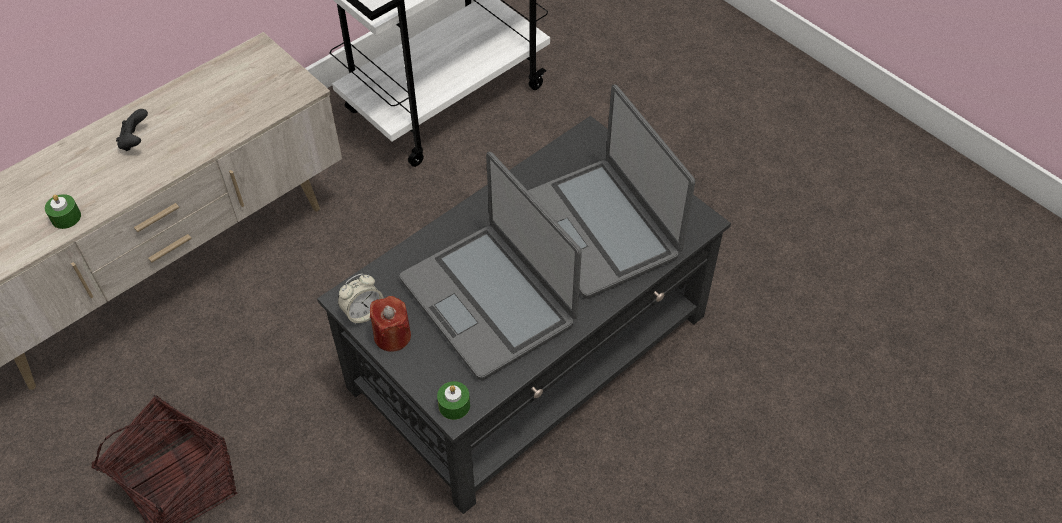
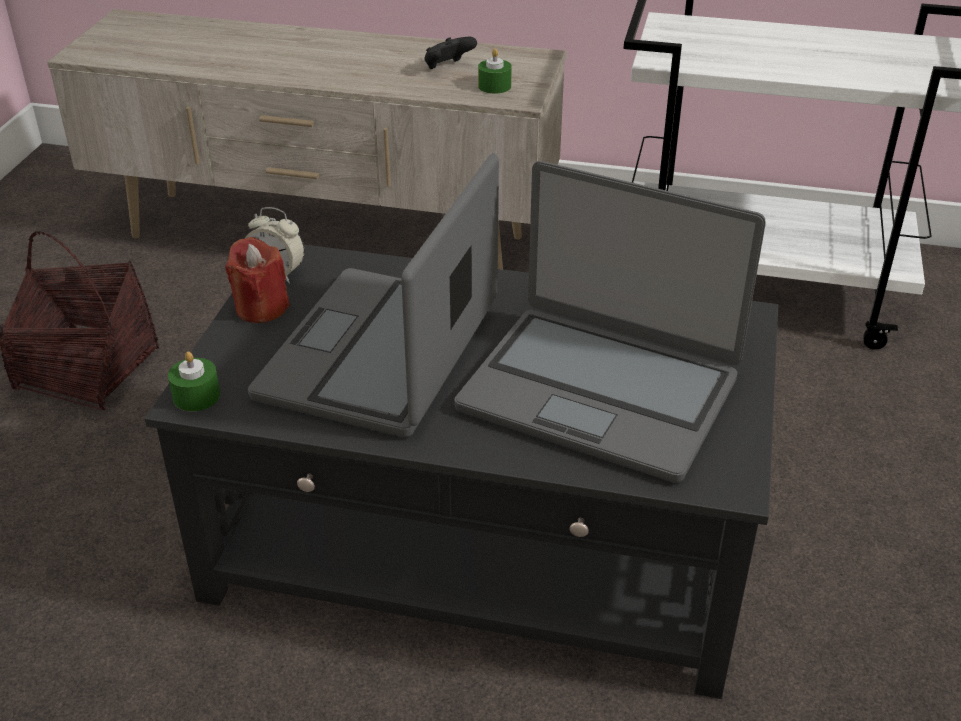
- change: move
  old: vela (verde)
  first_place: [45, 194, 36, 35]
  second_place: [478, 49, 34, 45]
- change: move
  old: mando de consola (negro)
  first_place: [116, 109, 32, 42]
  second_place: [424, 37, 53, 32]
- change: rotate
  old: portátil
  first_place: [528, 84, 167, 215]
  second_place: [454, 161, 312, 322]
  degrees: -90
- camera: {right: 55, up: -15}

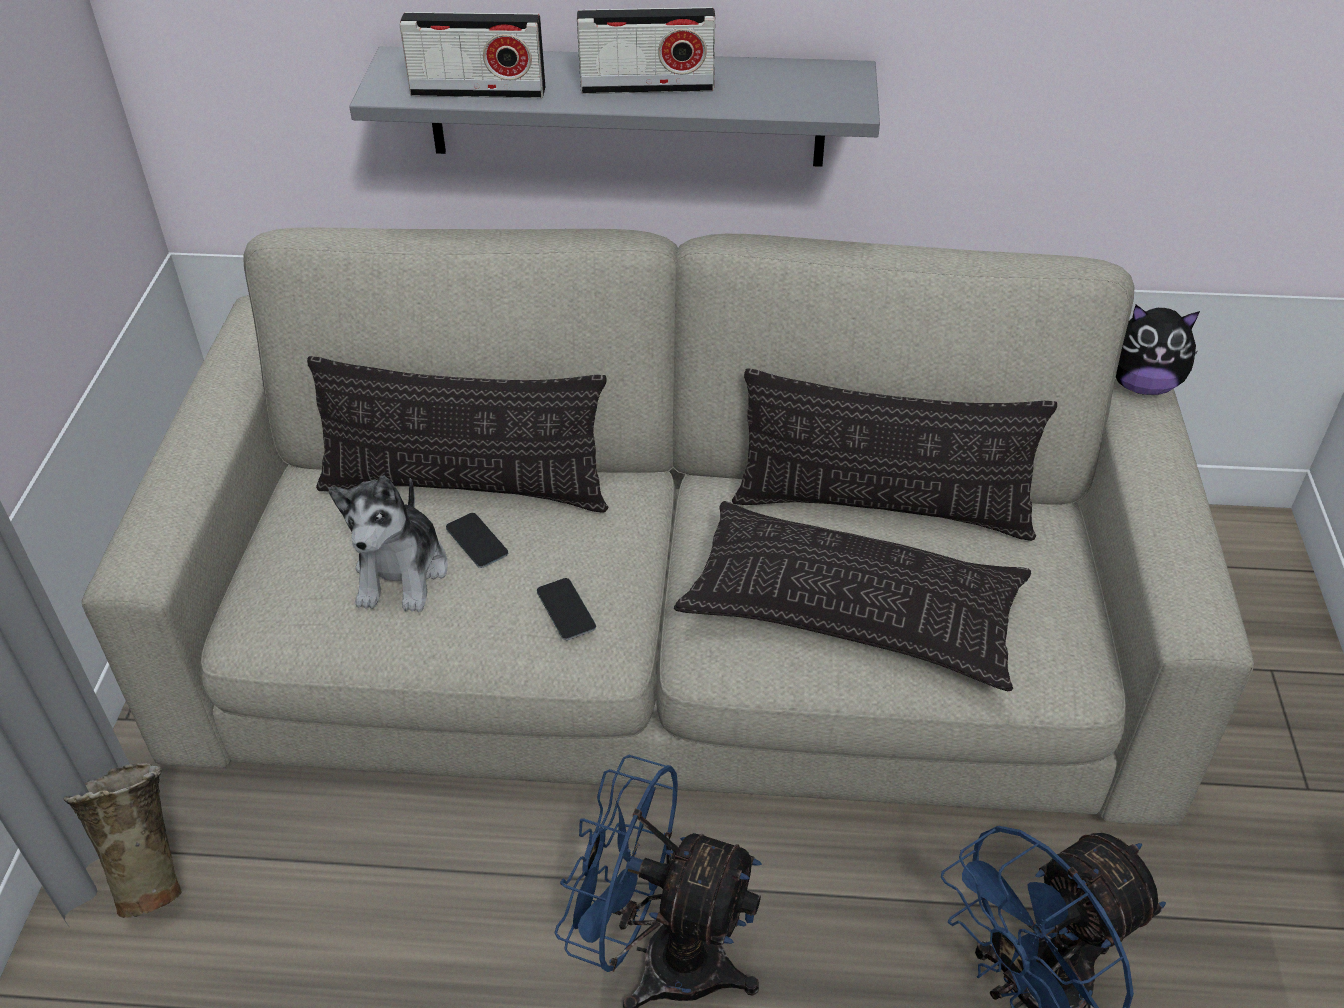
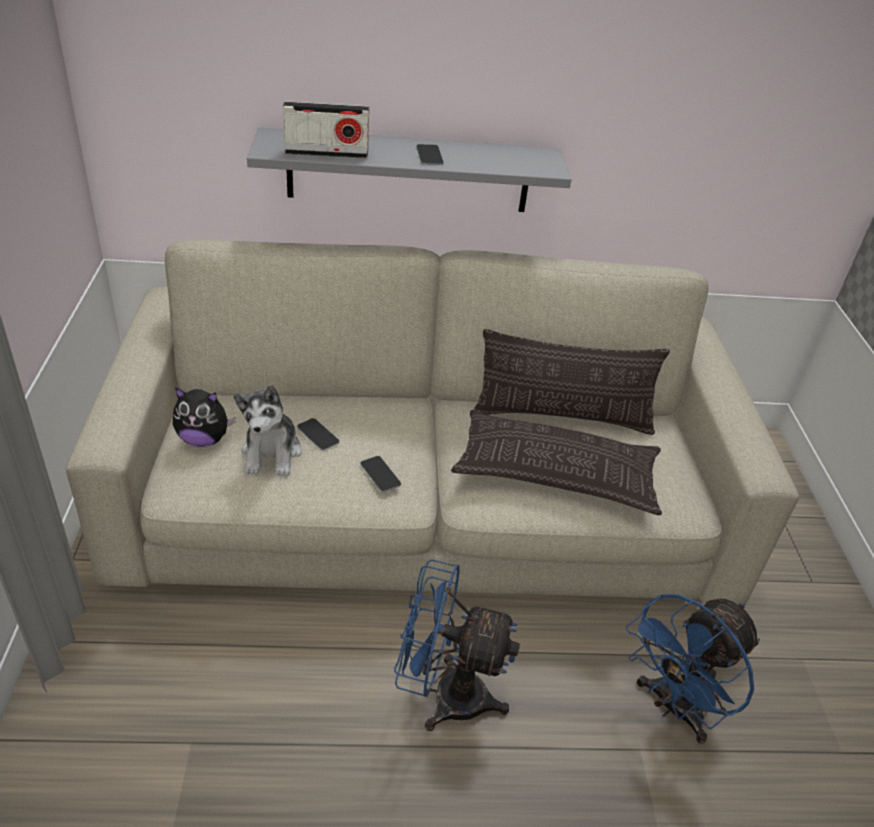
- change: delete
  old: florero (beis)
  first_place: [63, 763, 119, 155]
- change: delete
  old: cojín
  first_place: [307, 356, 302, 157]
- change: move
  old: peluche
  first_place: [1116, 305, 84, 90]
  second_place: [173, 387, 63, 60]
- change: replace
  old: radio
  new: móvil
  first_place: [577, 7, 138, 87]
  second_place: [416, 144, 28, 21]
- camera: {right: -10, up: -5}

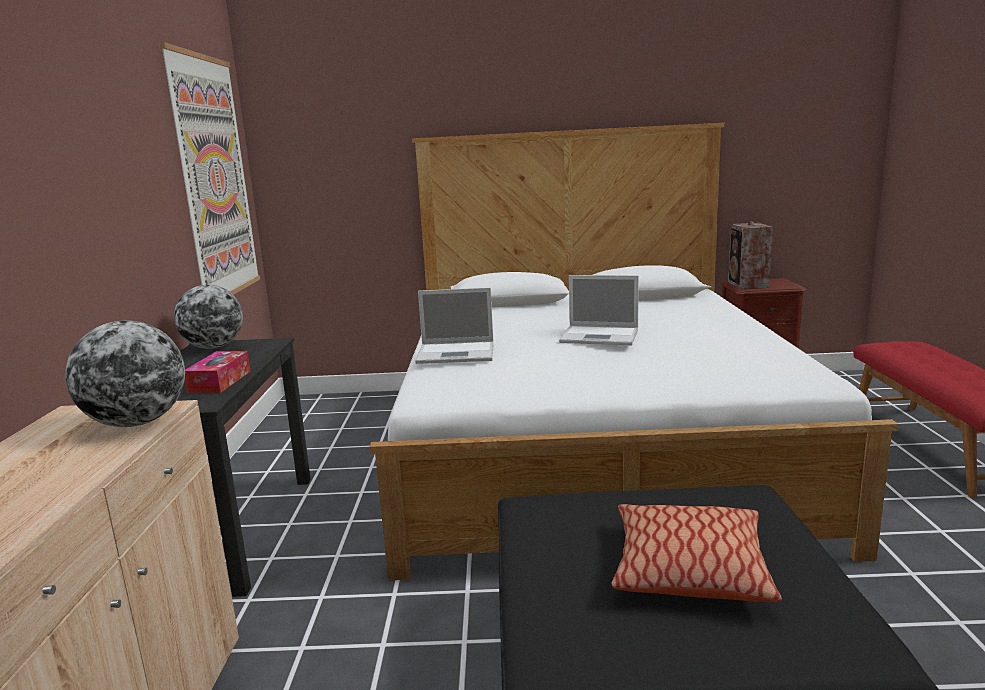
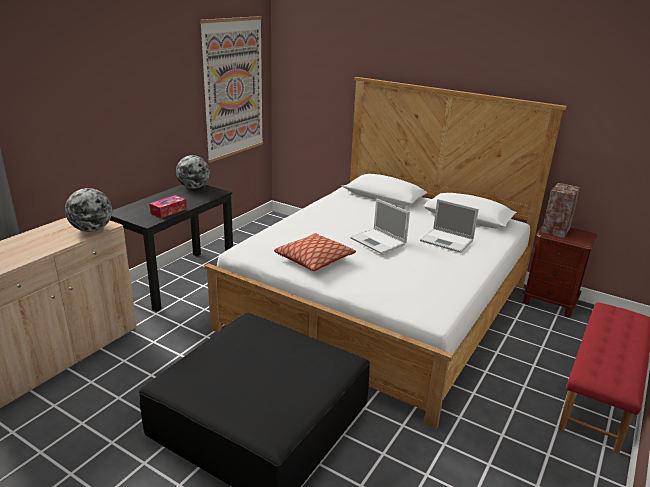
- change: move
  old: portátil
  first_place: [415, 287, 79, 77]
  second_place: [420, 199, 59, 54]
- change: move
  old: cojín
  first_place: [612, 504, 170, 98]
  second_place: [274, 233, 82, 38]
- camera: {right: 30, up: 10}

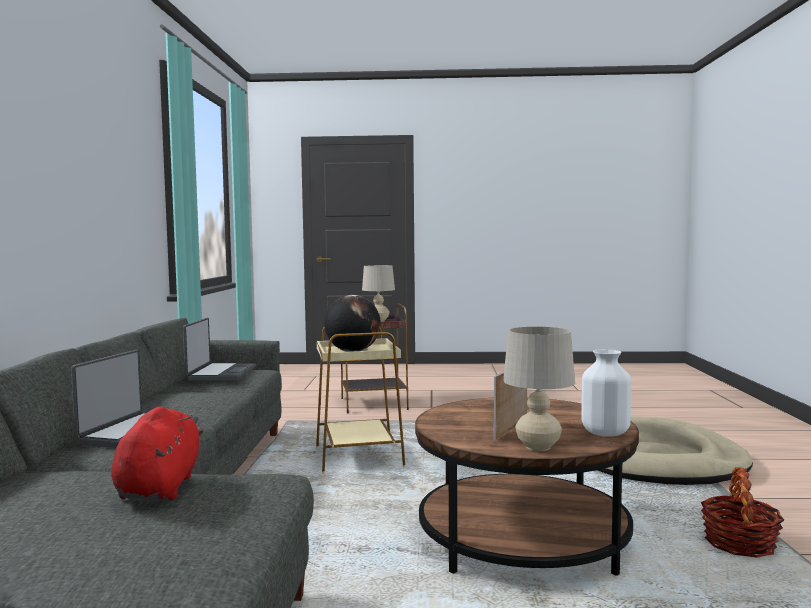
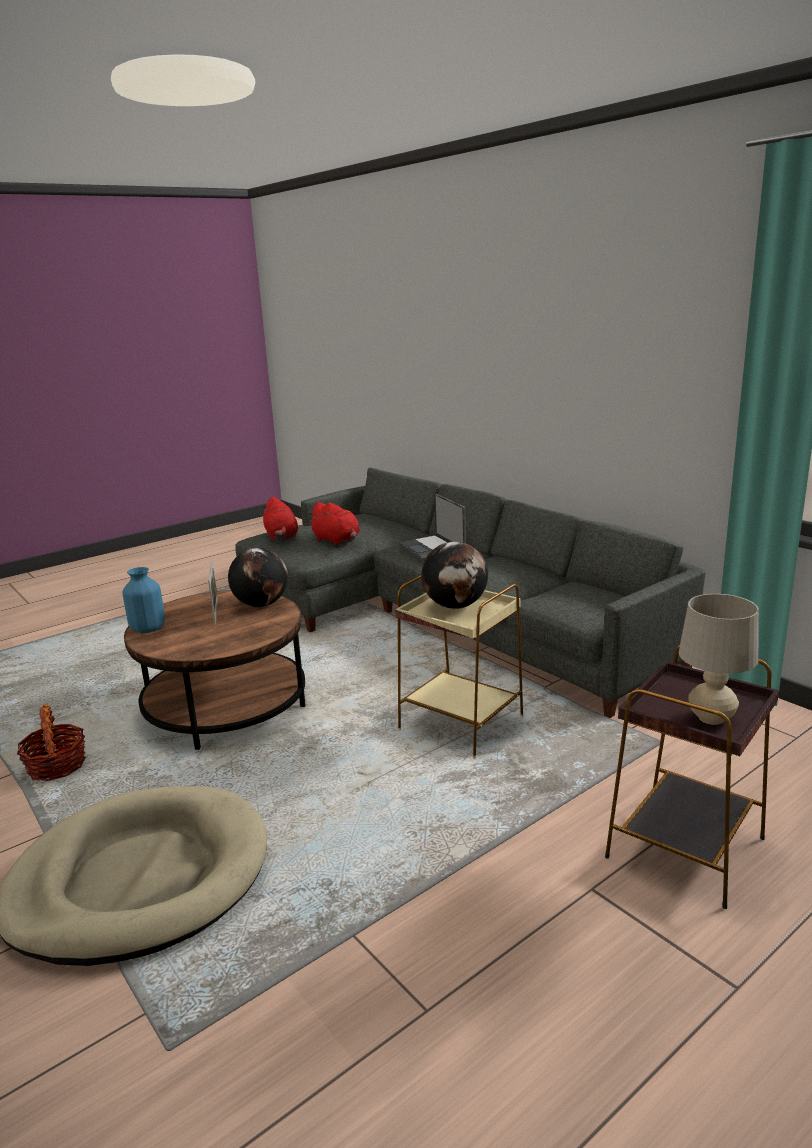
- change: delete
  old: portátil
  first_place: [183, 318, 73, 63]
- change: delete
  old: lámpara de mesa (beis)
  first_place: [503, 326, 72, 125]
- change: insert
  new: globo terráqueo
  second_place: [228, 548, 60, 59]
- change: insert
  new: peluche (rojo)
  second_place: [263, 497, 35, 44]
- change: recolor
  old: florero (blanco)
  new: florero (azul)
  first_place: [581, 349, 51, 88]
  second_place: [123, 567, 42, 66]
- camera: {right: 140, up: 15}

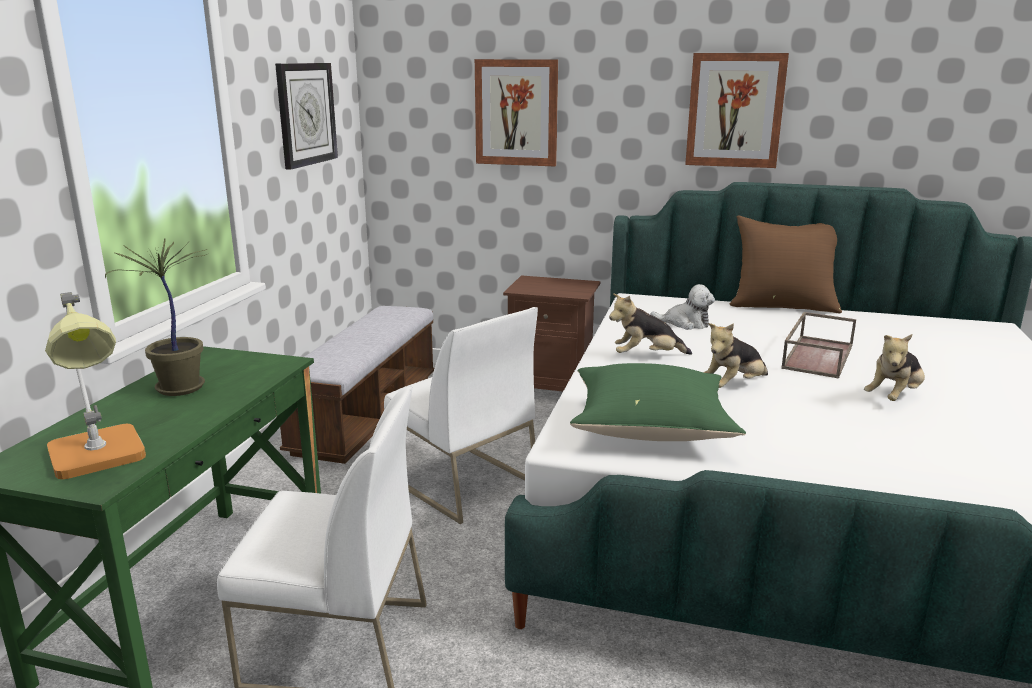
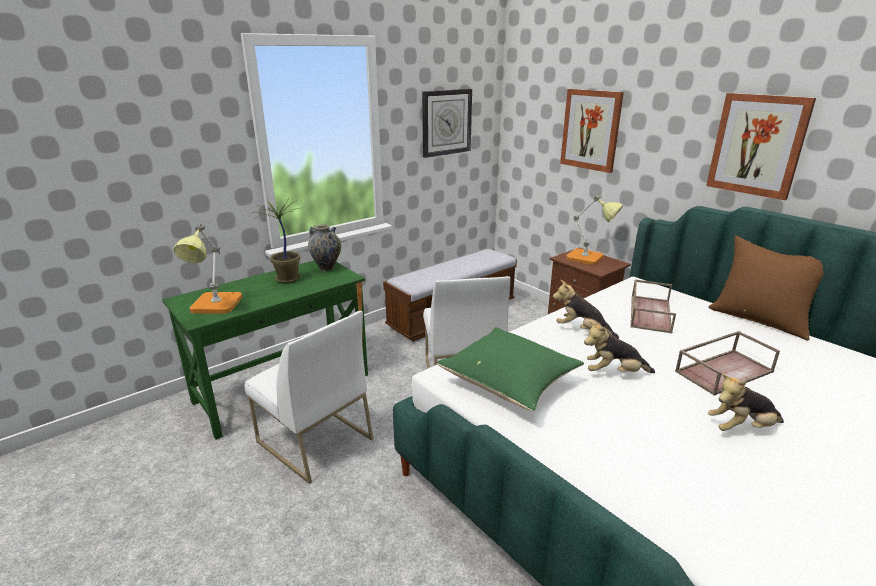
- change: insert
  new: florero
  second_place: [308, 225, 33, 46]
- change: insert
  new: lámpara de mesa
  second_place: [566, 196, 58, 69]
- change: replace
  old: peluche
  new: bandeja (marrón)
  first_place: [650, 284, 65, 46]
  second_place: [631, 279, 45, 55]
- camera: {right: 35, up: 5}

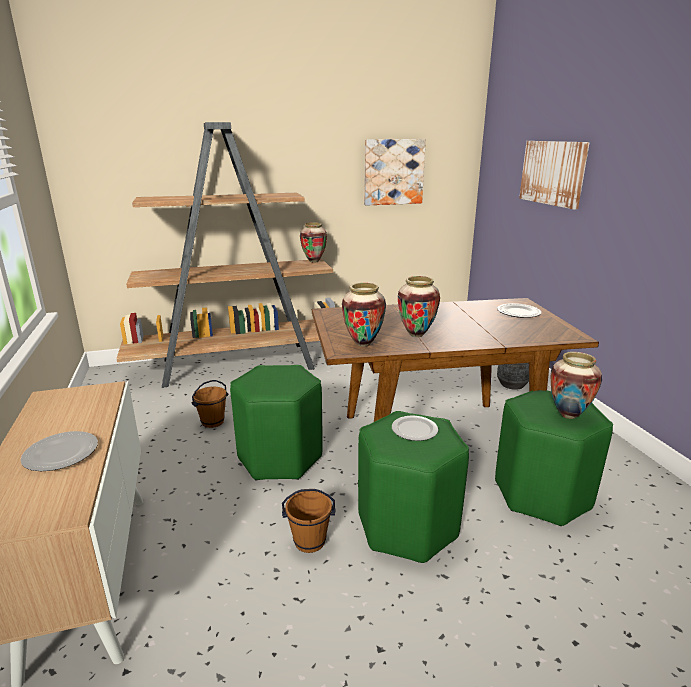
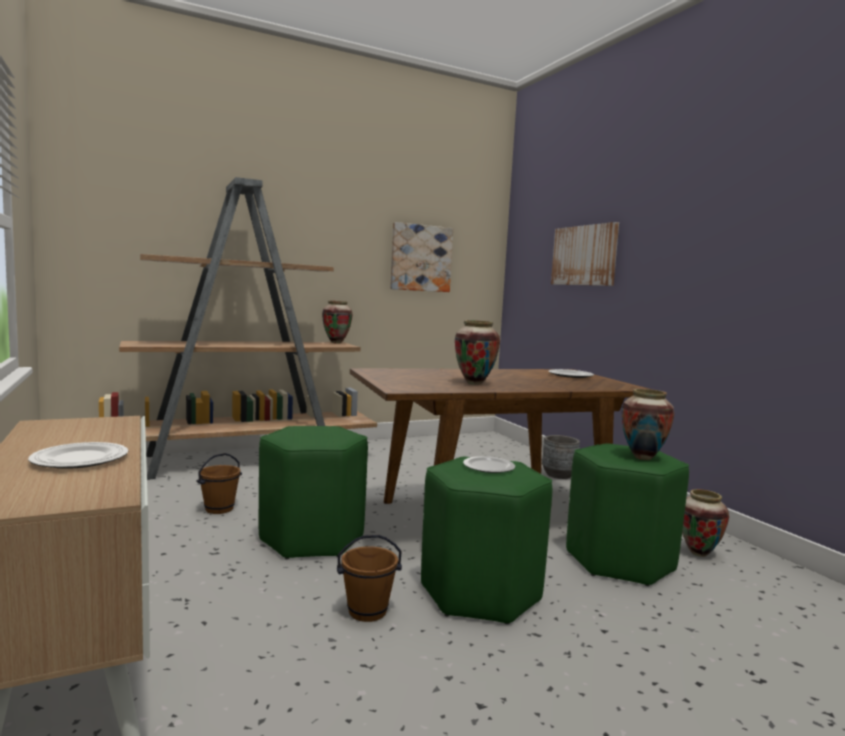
- change: move
  old: florero
  first_place: [342, 283, 44, 64]
  second_place: [682, 489, 47, 68]
- camera: {right: -10, up: -15}

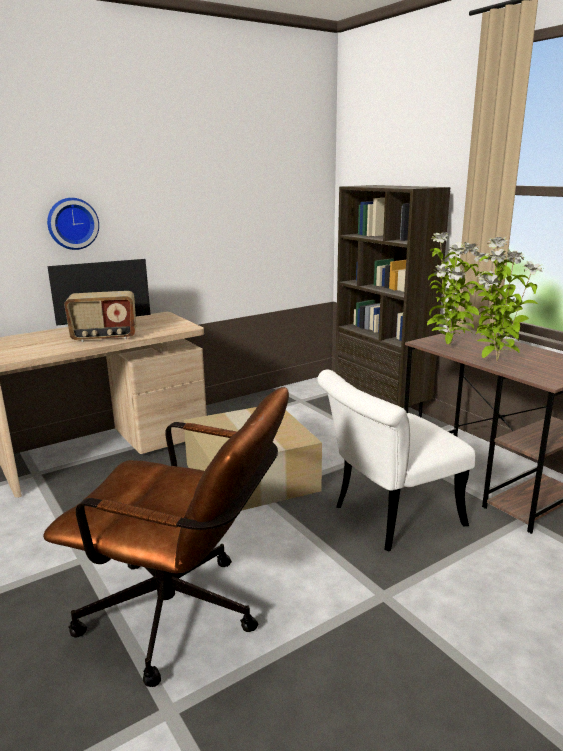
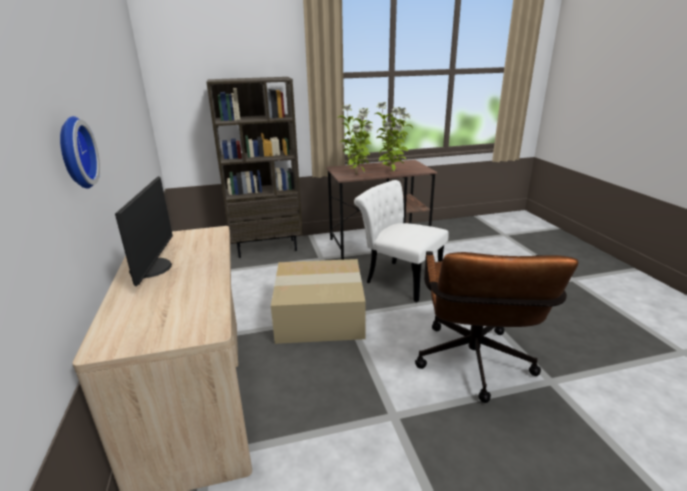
- change: delete
  old: radio
  first_place: [64, 291, 72, 51]
- change: rotate
  old: silla de oficina (marrón)
  first_place: [43, 387, 246, 300]
  second_place: [415, 251, 163, 152]
  degrees: 150
- change: rotate
  old: silla (blanco)
  first_place: [317, 370, 159, 181]
  second_place: [354, 180, 95, 122]
  degrees: 135
- camera: {right: -70, up: 5}

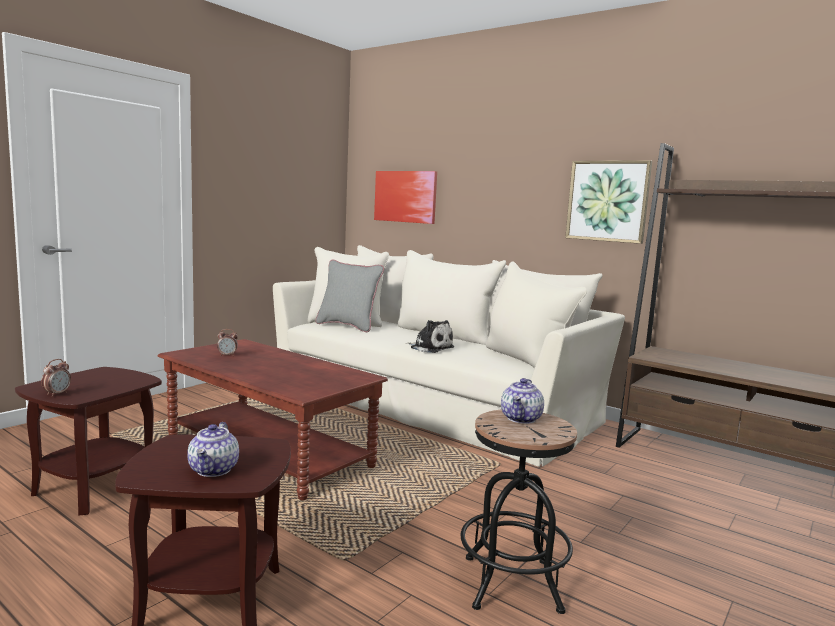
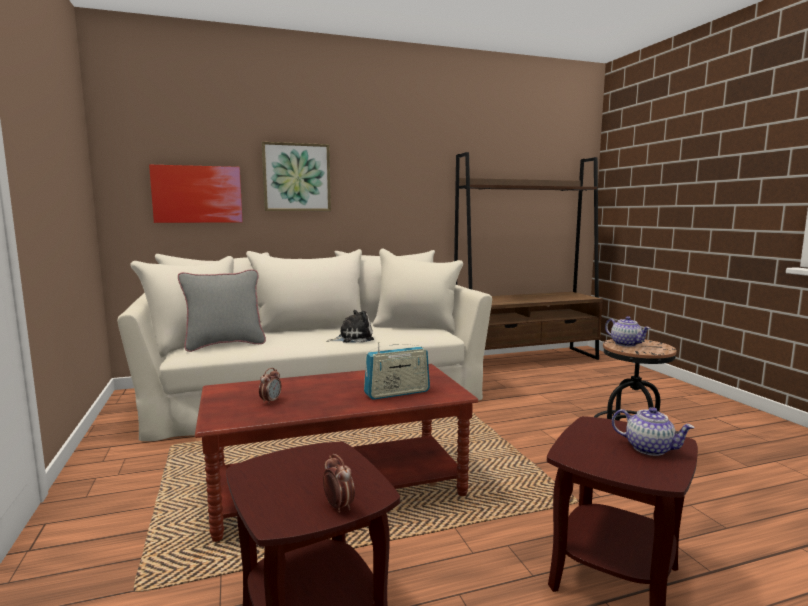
- change: insert
  new: radio
  second_place: [364, 342, 66, 58]
- change: move
  old: cuadro
  first_place: [565, 160, 87, 84]
  second_place: [261, 142, 70, 69]
- camera: {right: -55, up: 0}

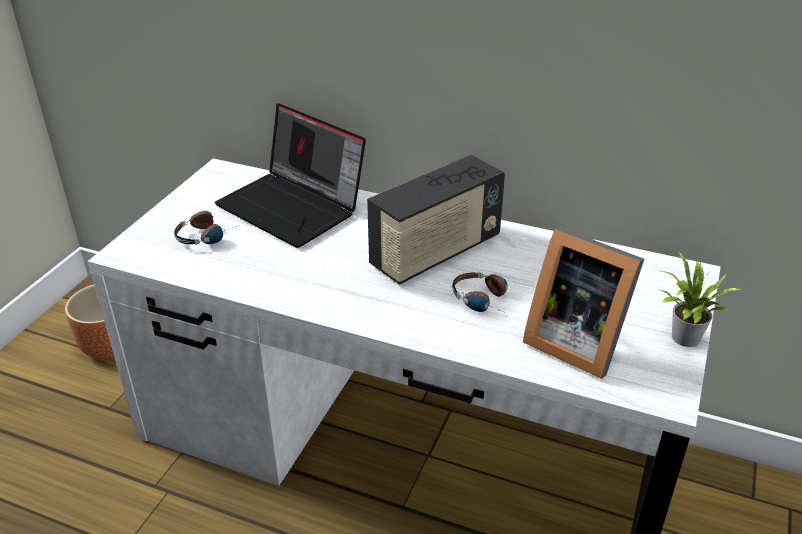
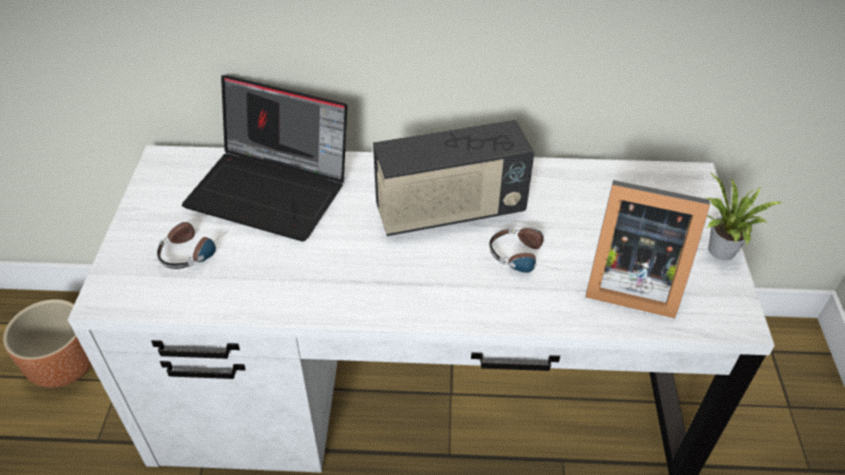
- change: rotate
  old: radio
  first_place: [367, 155, 138, 130]
  second_place: [373, 120, 161, 116]
  degrees: 45
- camera: {right: -20, up: 10}

